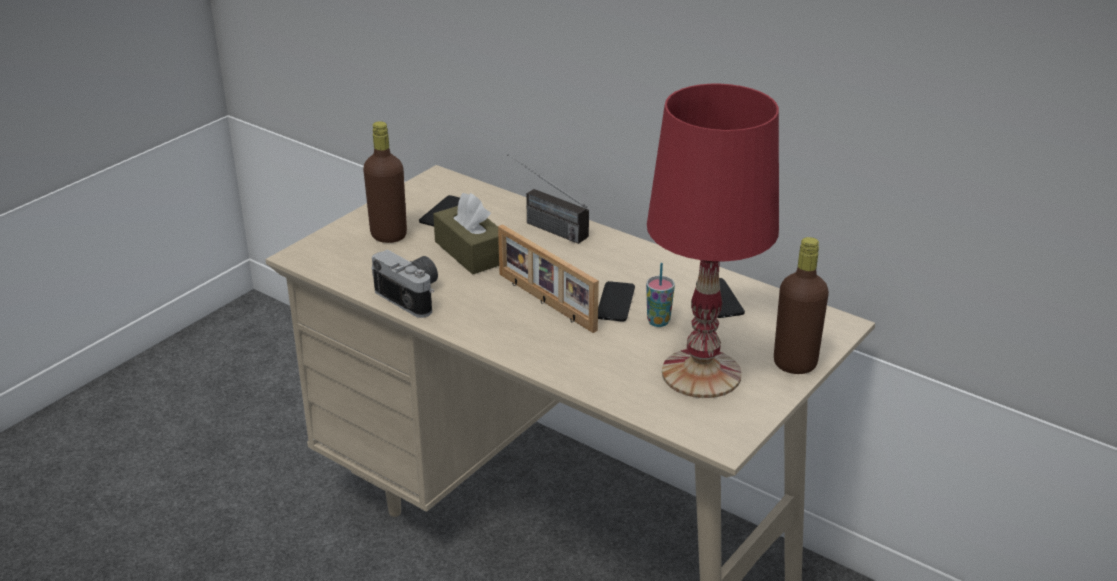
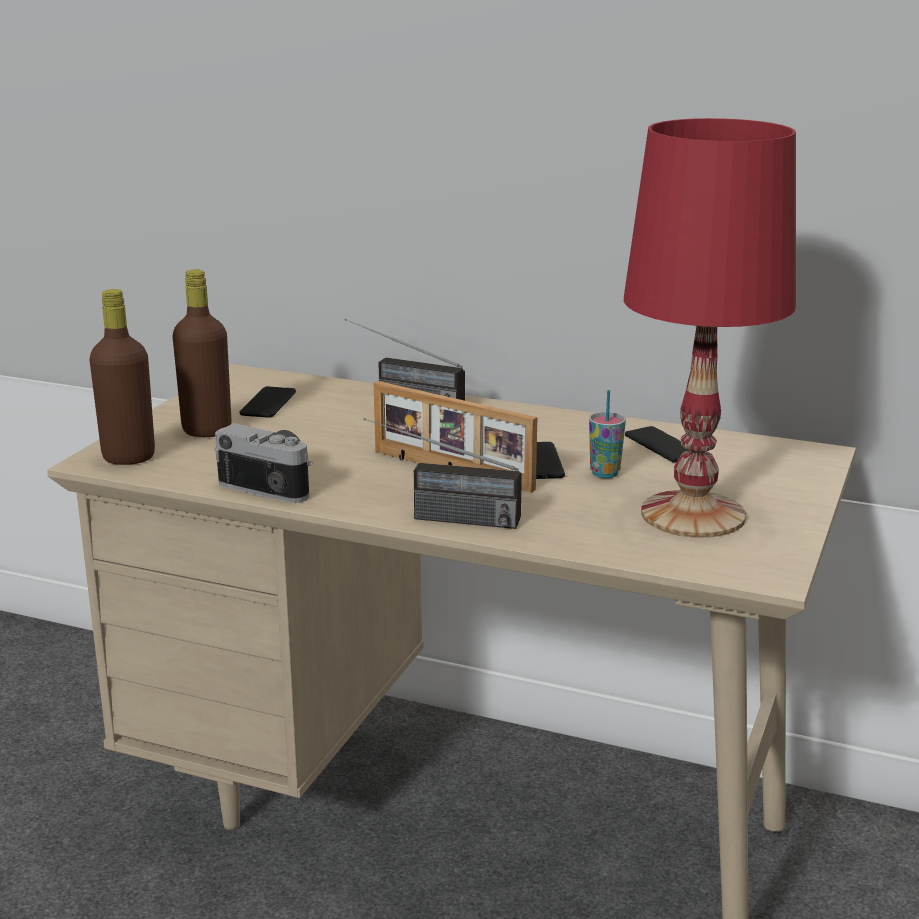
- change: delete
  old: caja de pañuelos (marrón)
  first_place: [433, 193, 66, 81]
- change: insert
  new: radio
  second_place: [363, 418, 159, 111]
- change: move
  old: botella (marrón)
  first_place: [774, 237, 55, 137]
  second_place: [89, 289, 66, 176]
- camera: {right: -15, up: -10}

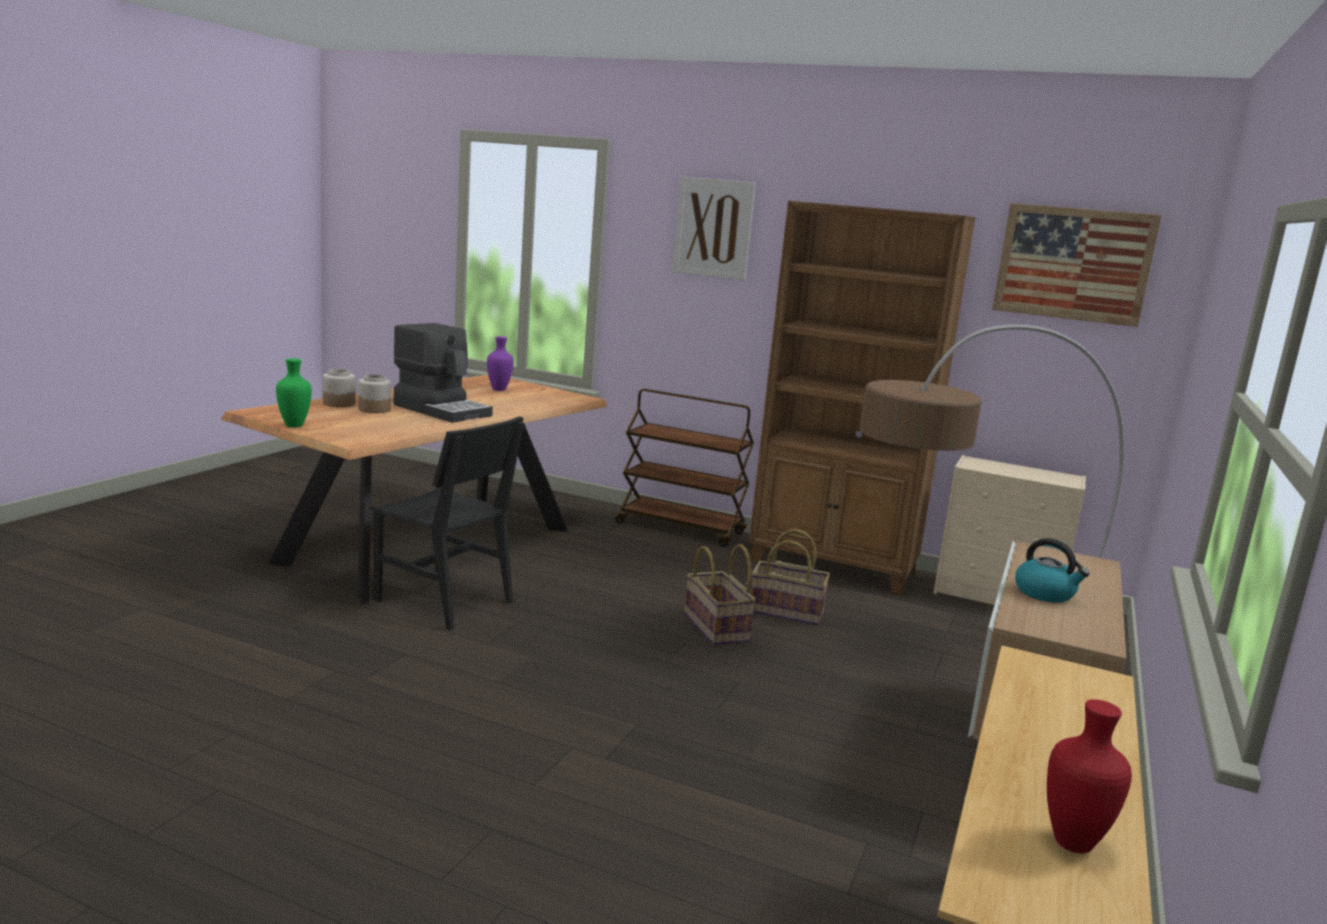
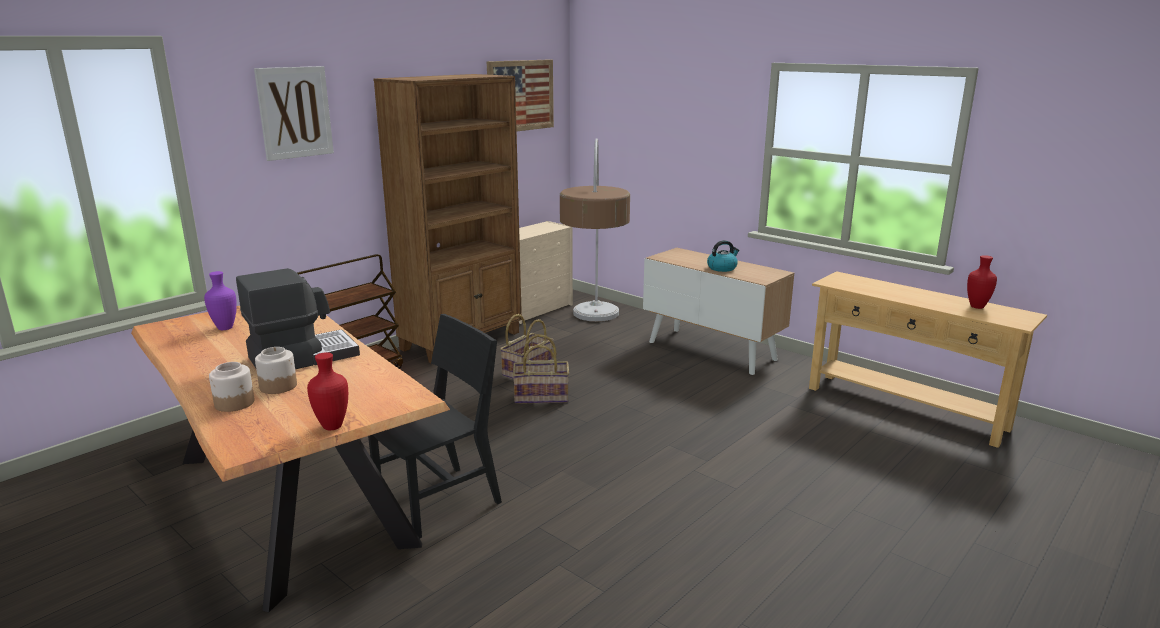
- change: recolor
  old: florero (verde)
  new: florero (rojo)
  first_place: [276, 358, 36, 70]
  second_place: [307, 352, 41, 78]
- camera: {right: -70, up: 5}

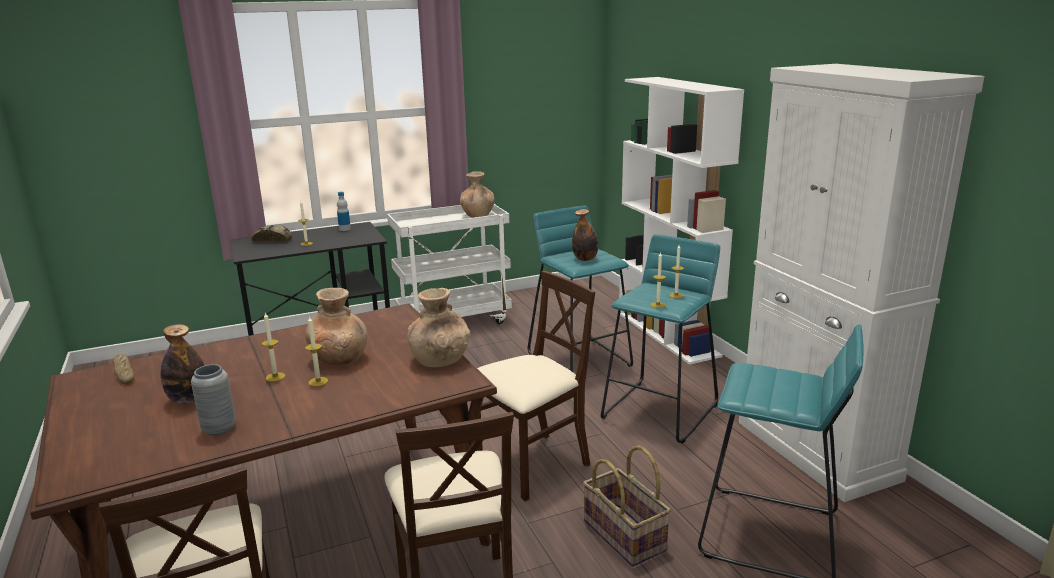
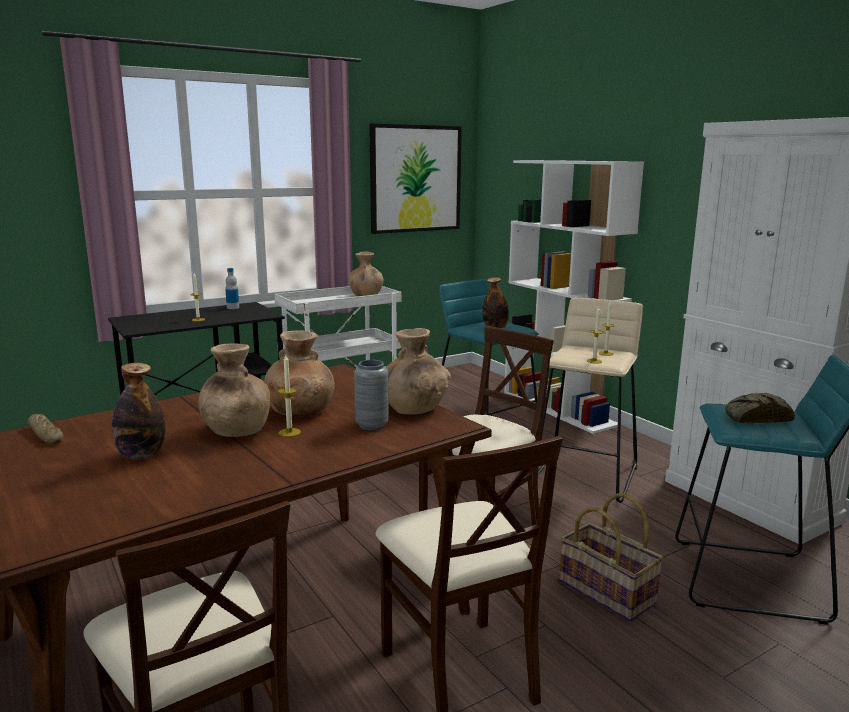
- change: insert
  new: cuadro
  second_place: [369, 123, 93, 111]
- change: move
  old: florero (gris)
  first_place: [191, 364, 45, 72]
  second_place: [354, 360, 35, 70]
- change: move
  old: pan
  first_place: [252, 225, 40, 17]
  second_place: [725, 393, 70, 30]
- change: replace
  old: vela
  new: florero (marrón)
  first_place: [262, 313, 23, 69]
  second_place: [198, 344, 72, 93]
- change: recolor
  old: taburete (turquesa)
  new: taburete (beis)
  first_place: [601, 234, 119, 209]
  second_place: [538, 298, 105, 205]
- camera: {right: -10, up: -5}

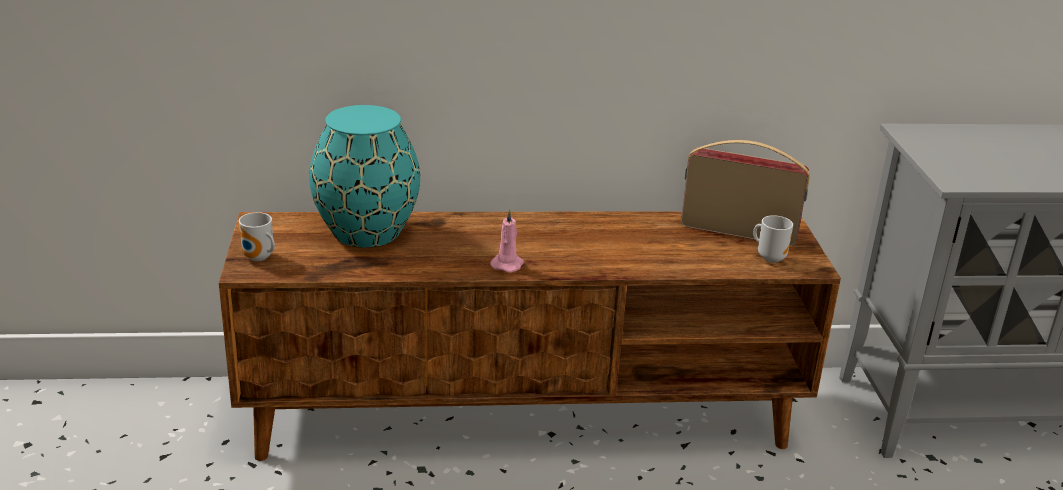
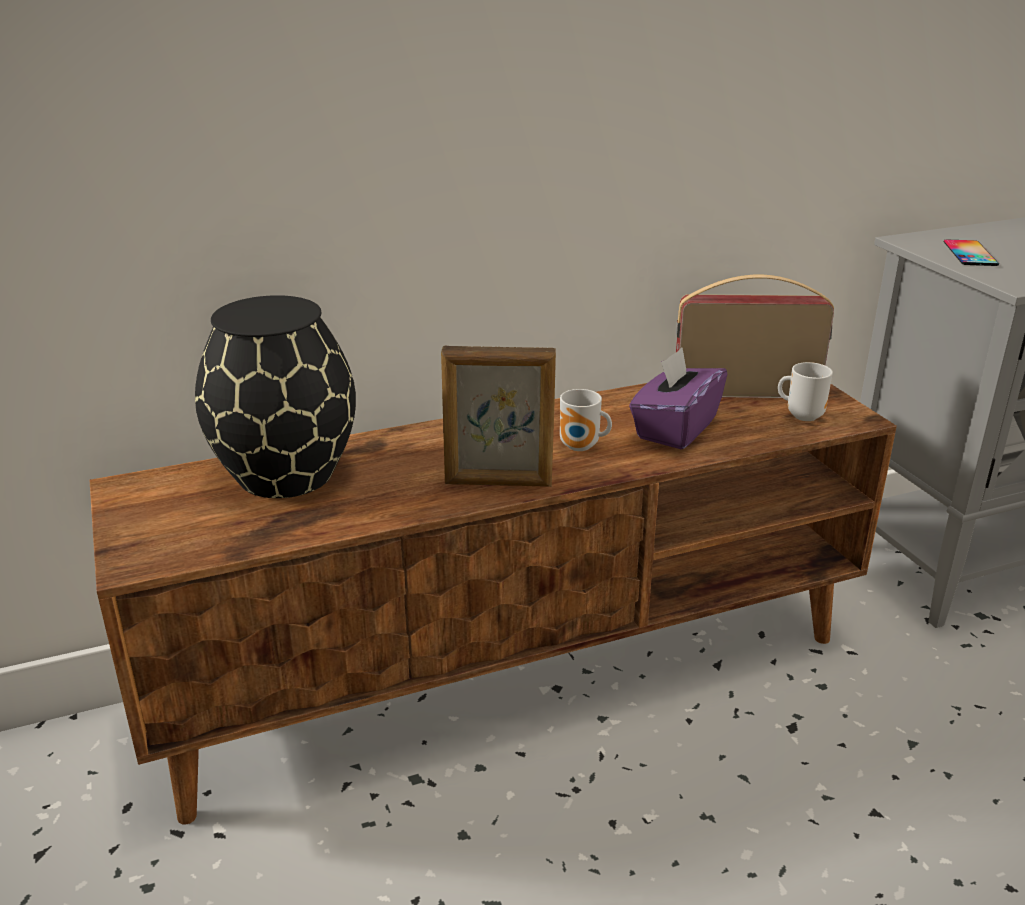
- change: insert
  new: caja de pañuelos (morado)
  second_place: [629, 348, 98, 101]
- change: insert
  new: móvil
  second_place: [943, 239, 56, 27]
- change: move
  old: taza grande
  first_place: [239, 212, 36, 49]
  second_place: [560, 389, 52, 62]
- change: replace
  old: vela (rosa)
  new: portarretratos
  first_place: [490, 209, 34, 63]
  second_place: [441, 346, 115, 141]
- change: recolor
  old: florero (turquesa)
  new: florero (negro)
  first_place: [309, 105, 111, 143]
  second_place: [195, 295, 161, 203]
- camera: {right: -15, up: 0}

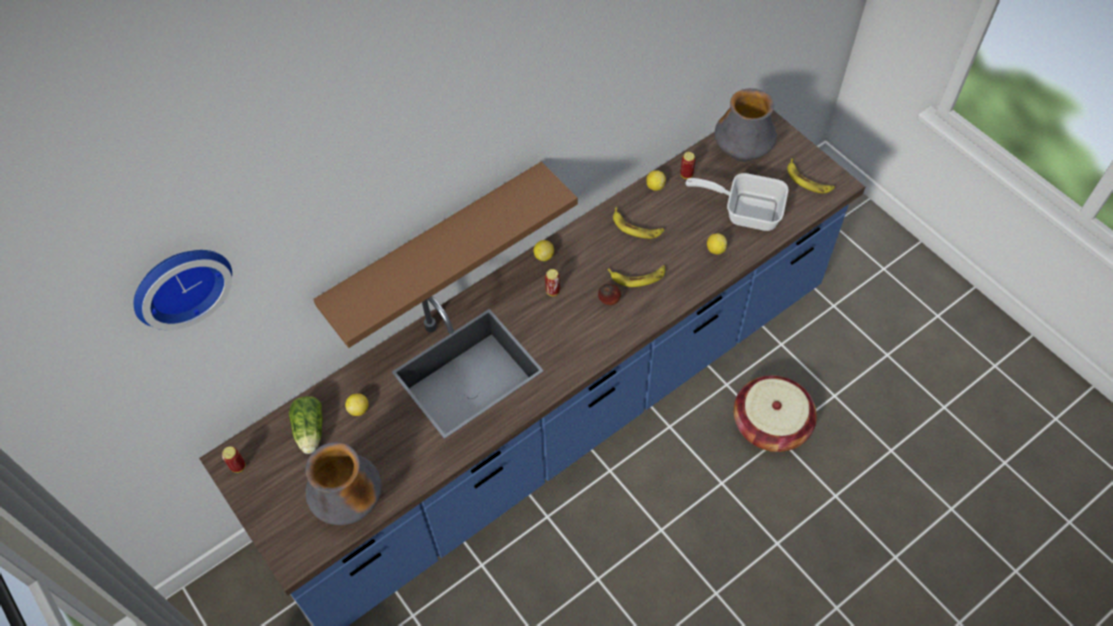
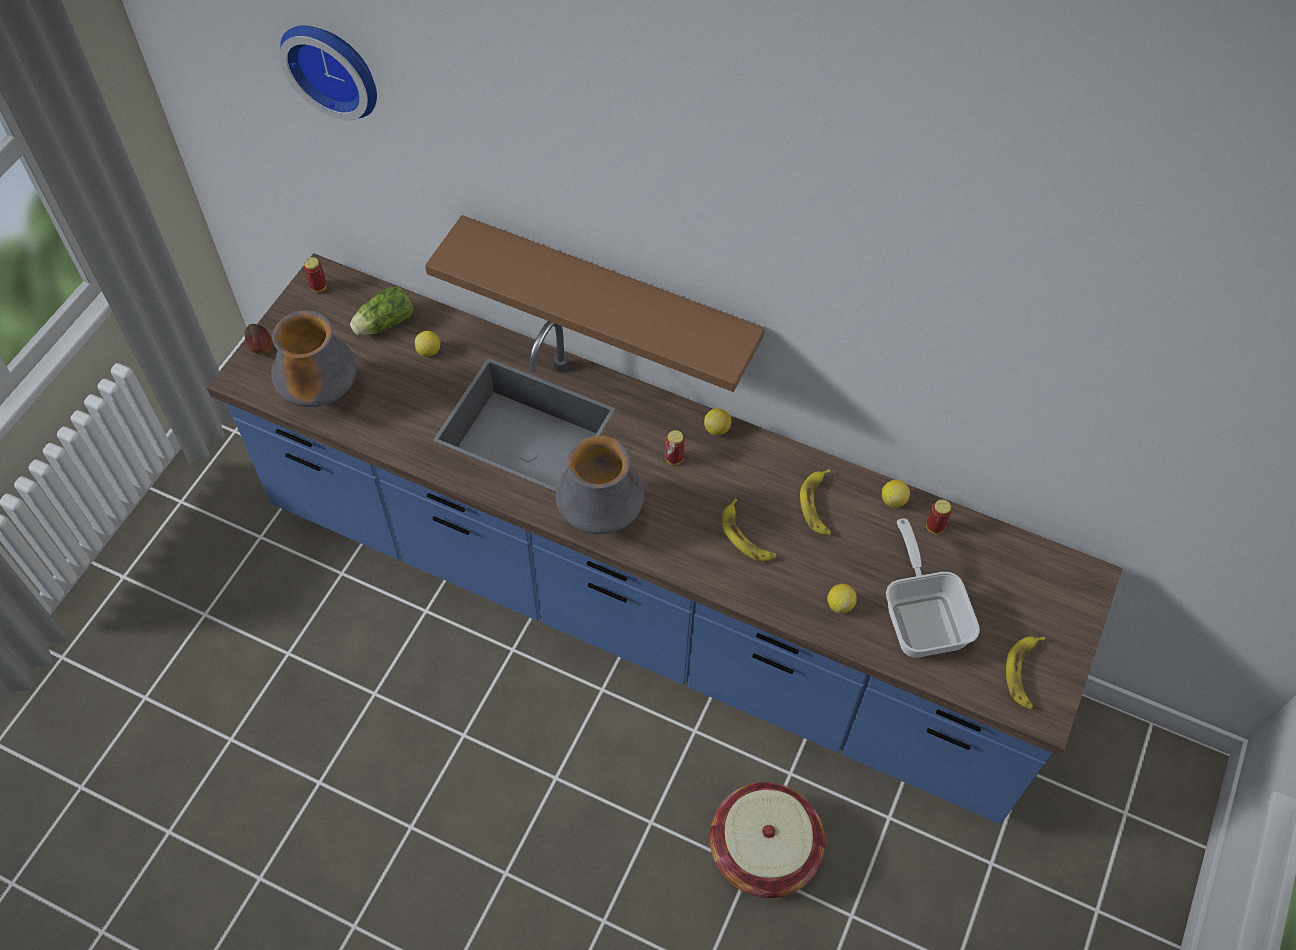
- change: move
  old: manzana
  first_place: [598, 284, 23, 21]
  second_place: [245, 324, 28, 31]
- change: move
  old: florero
  first_place: [715, 88, 62, 74]
  second_place: [556, 435, 88, 99]
- camera: {right: 60, up: 0}

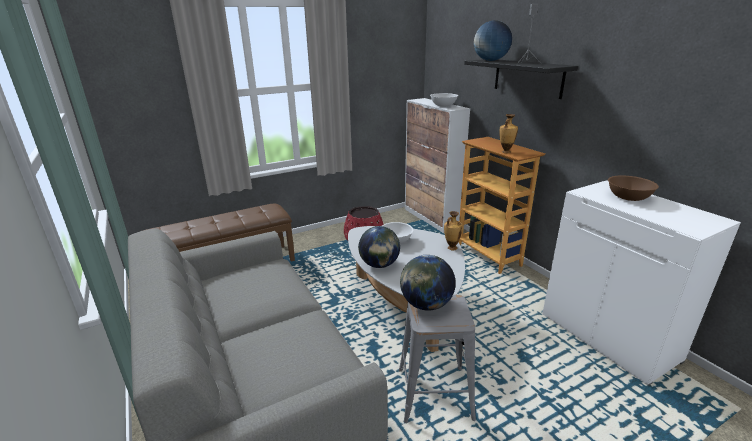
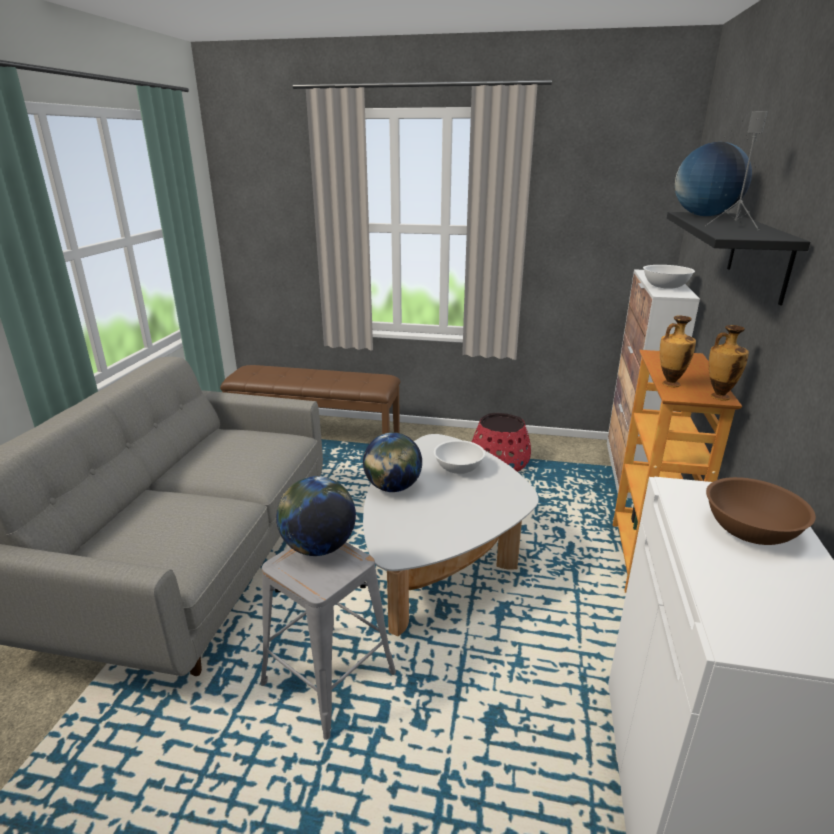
- change: move
  old: florero
  first_place: [444, 211, 19, 39]
  second_place: [709, 325, 40, 76]
- camera: {right: 40, up: 0}

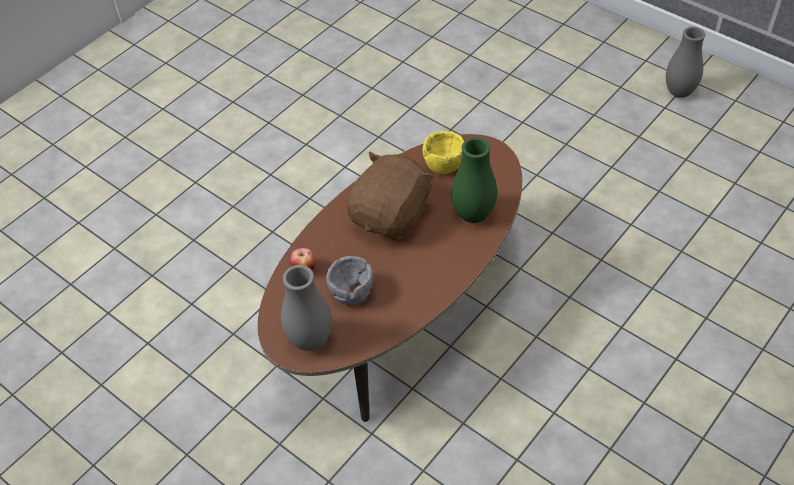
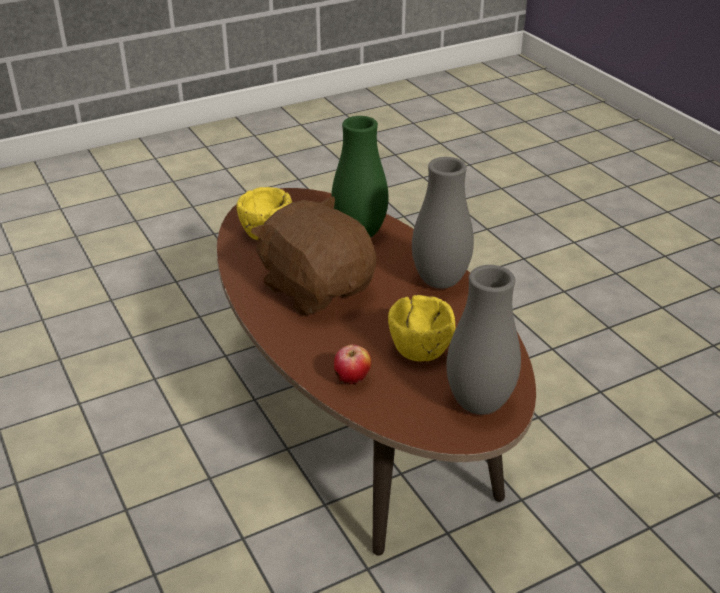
- change: move
  old: florero (gris)
  first_place: [666, 26, 39, 72]
  second_place: [412, 157, 62, 132]
- change: recolor
  old: cuenco (gris)
  new: cuenco (amarillo)
  first_place: [326, 256, 48, 49]
  second_place: [388, 295, 67, 67]
- camera: {right: -70, up: -15}

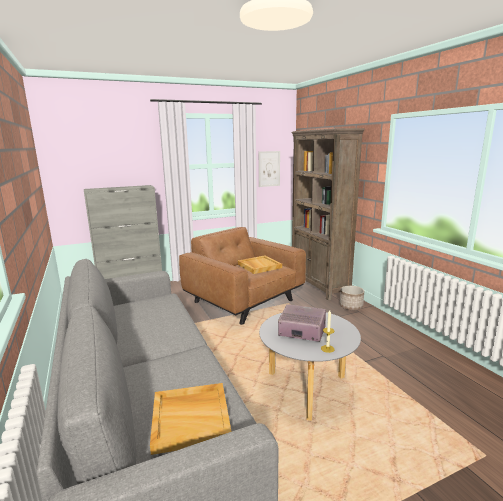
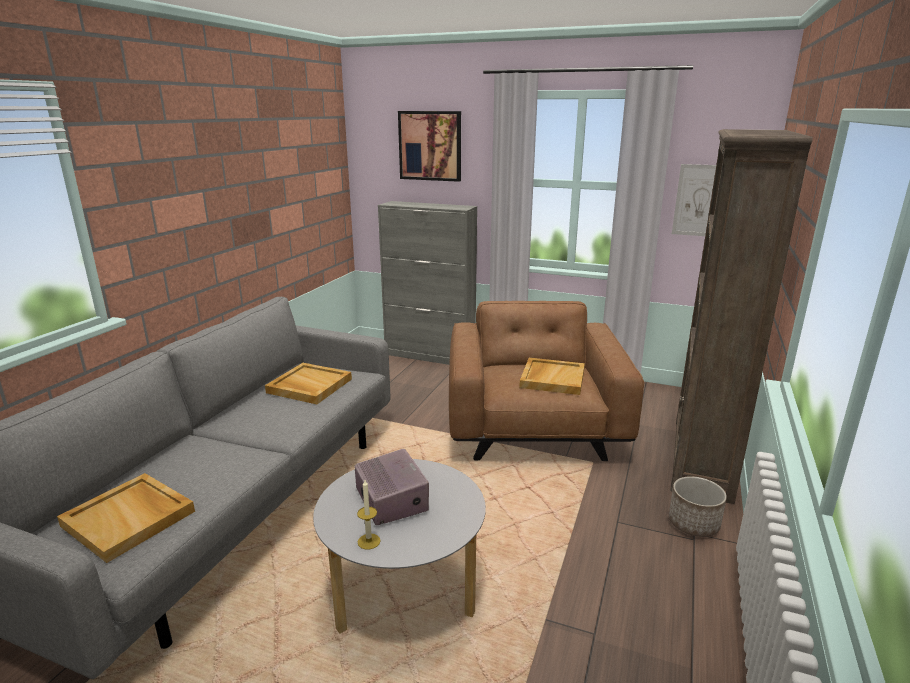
- change: insert
  new: bandeja (beis)
  second_place: [265, 363, 87, 41]
- change: insert
  new: cuadro
  second_place: [398, 111, 63, 71]
- camera: {right: 45, up: 5}

